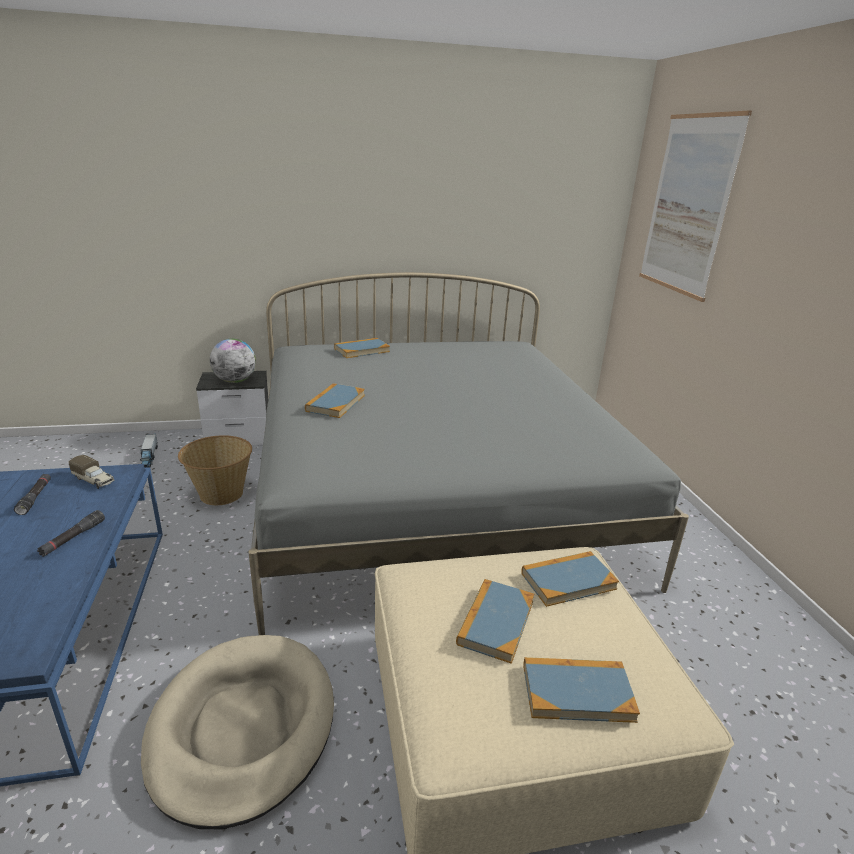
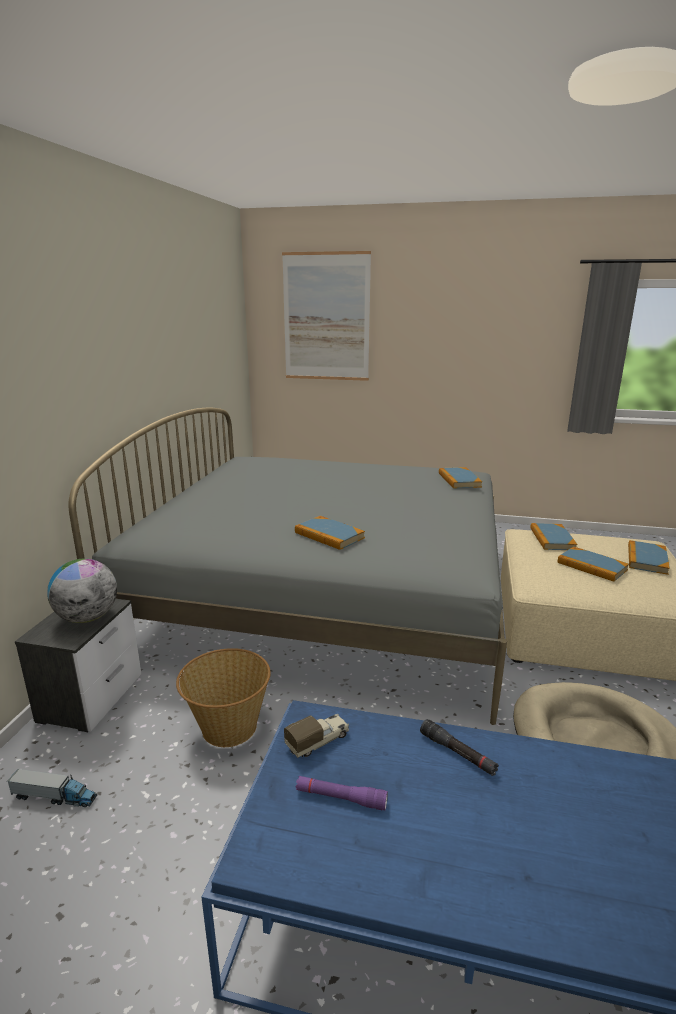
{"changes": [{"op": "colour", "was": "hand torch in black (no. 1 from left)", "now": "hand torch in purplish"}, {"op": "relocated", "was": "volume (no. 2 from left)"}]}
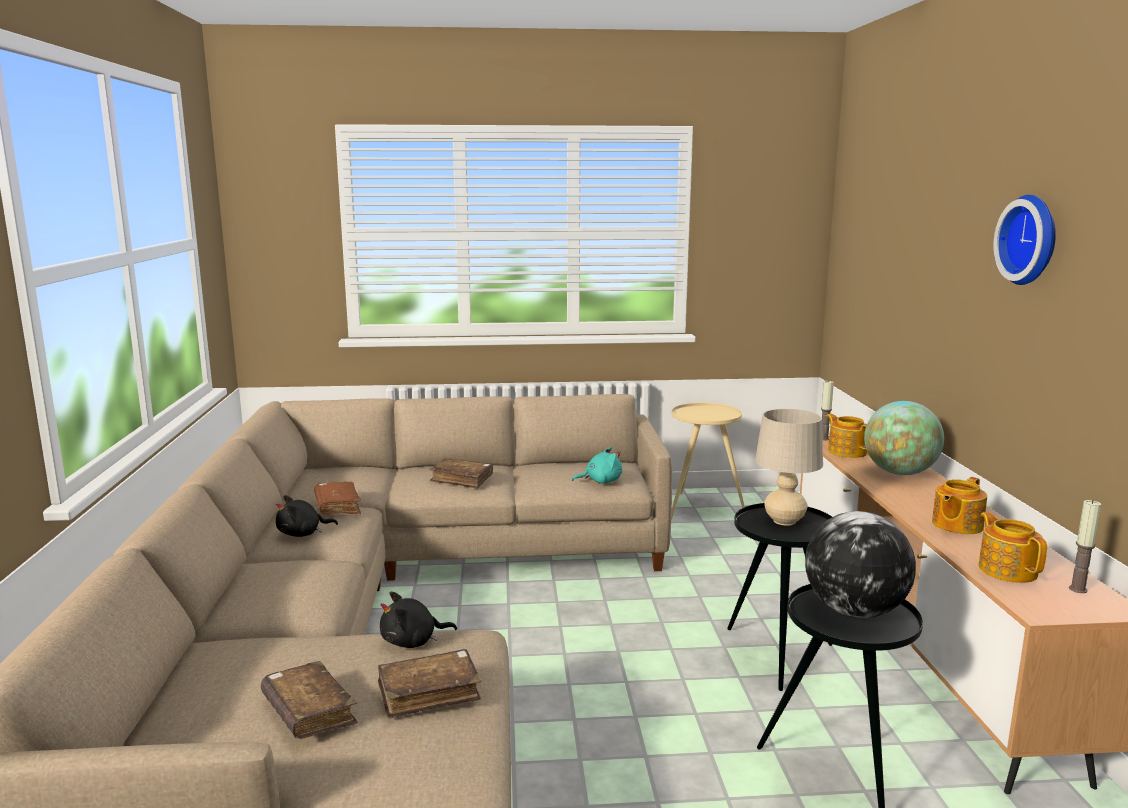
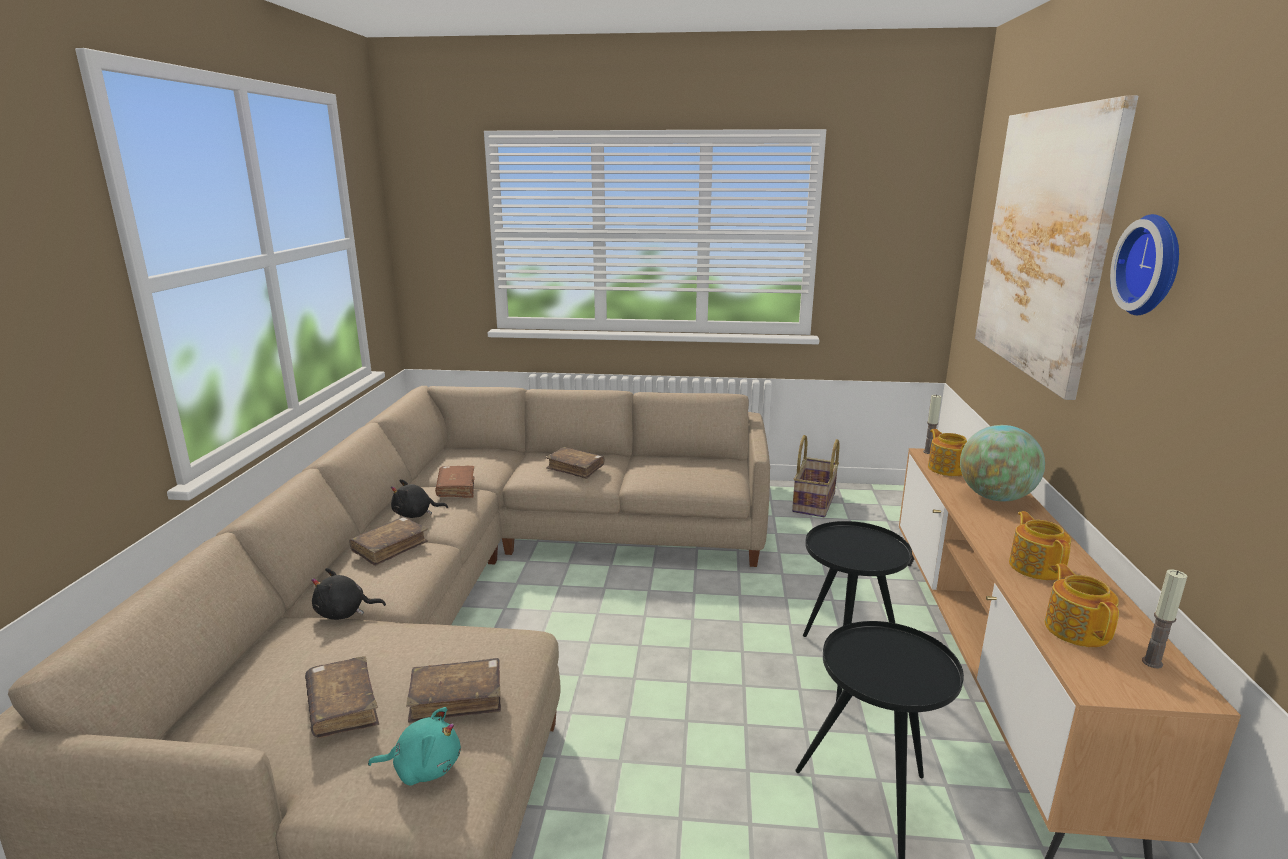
{"changes": [{"op": "relocated", "was": "plush toy in black (no. 2 from left in the first image)", "now": "plush toy in black (no. 1 from left)"}, {"op": "relocated", "was": "plush toy in turquoise-coloured"}, {"op": "exchanged", "was": "end table in beige", "now": "household basket"}, {"op": "missing", "was": "tabletop lamp in beige"}, {"op": "missing", "was": "desk globe (no. 1 from left)"}, {"op": "spun", "was": "teapot (no. 2 from left)", "clockwise": 120}, {"op": "appeared", "now": "volume in brown (no. 2 from left)"}, {"op": "appeared", "now": "wall art"}]}
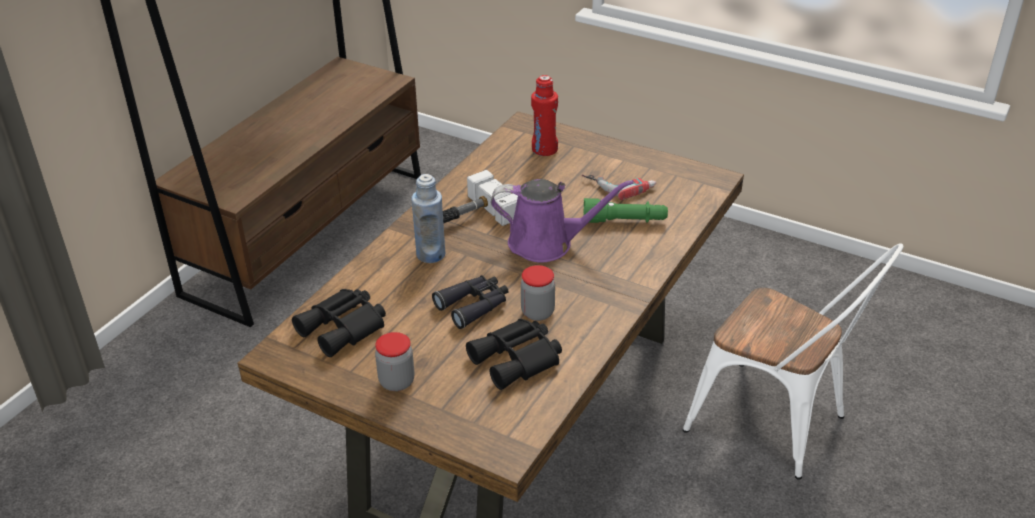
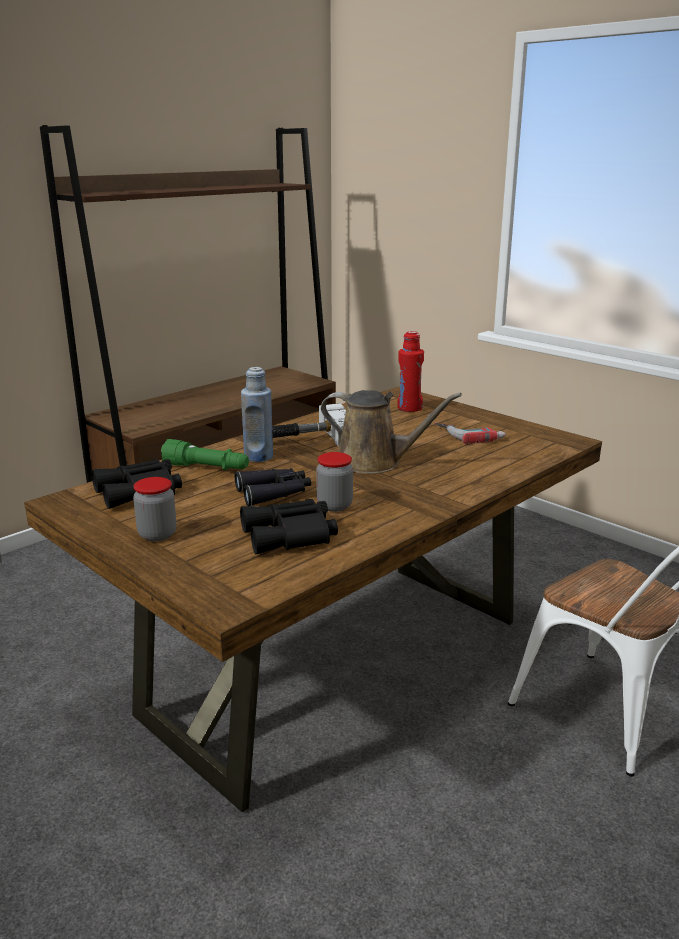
{"changes": [{"op": "colour", "was": "watering pot in purplish", "now": "watering pot in brown"}, {"op": "relocated", "was": "hand torch in green-coloured"}]}
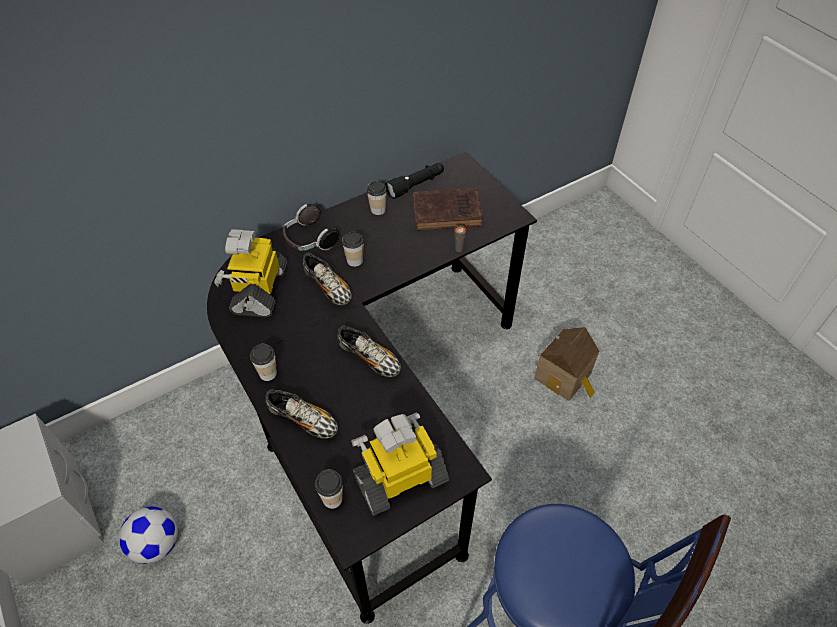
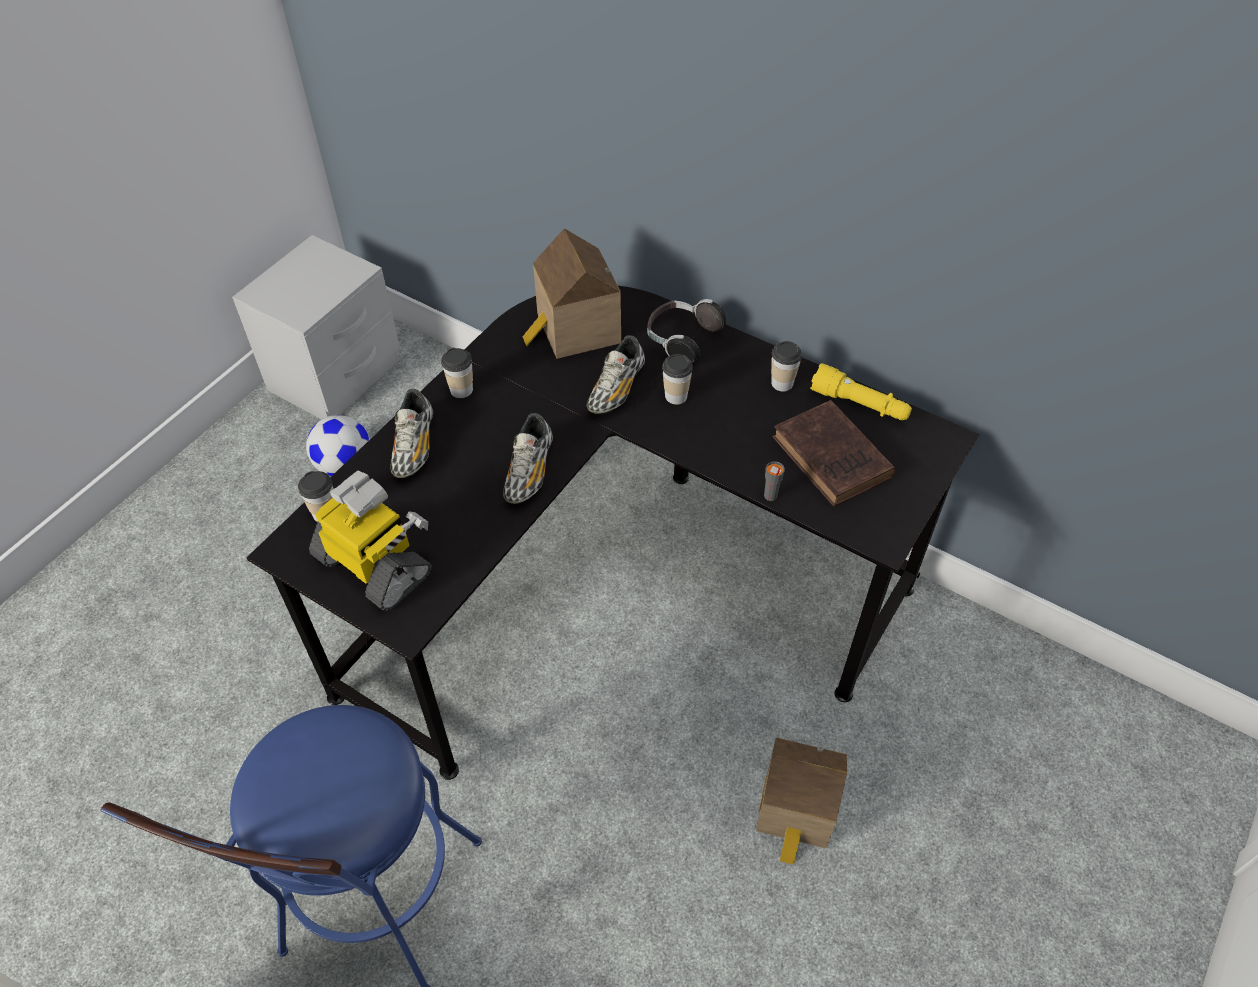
{"changes": [{"op": "exchanged", "was": "model robot (no. 1 from left)", "now": "model house (no. 1 from left)"}, {"op": "colour", "was": "hand torch in black", "now": "hand torch in yellowish"}]}
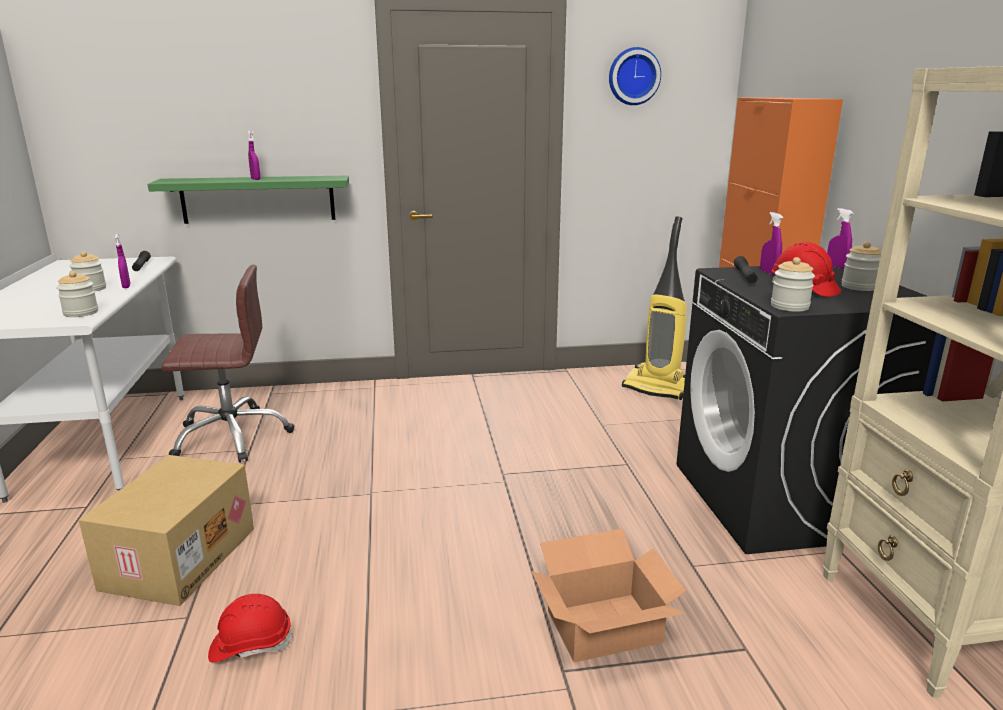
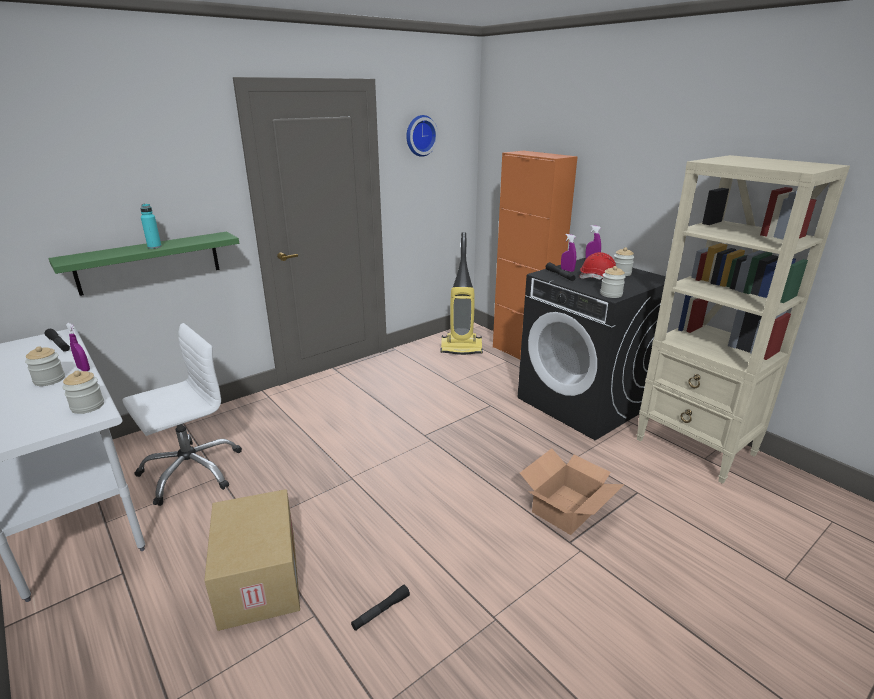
{"changes": [{"op": "colour", "was": "office chair in brown", "now": "office chair in white"}, {"op": "exchanged", "was": "work helmet in red-coloured (no. 1 from left)", "now": "hand torch in black (no. 2 from left)"}, {"op": "exchanged", "was": "spray bottle in purplish (no. 2 from left)", "now": "drink bottle in turquoise-coloured"}]}
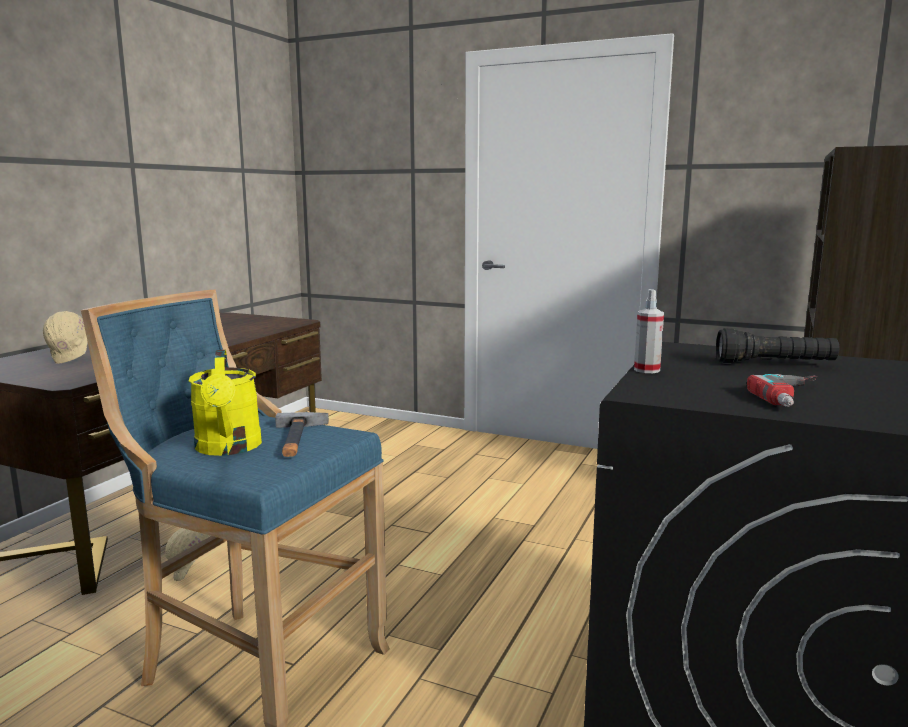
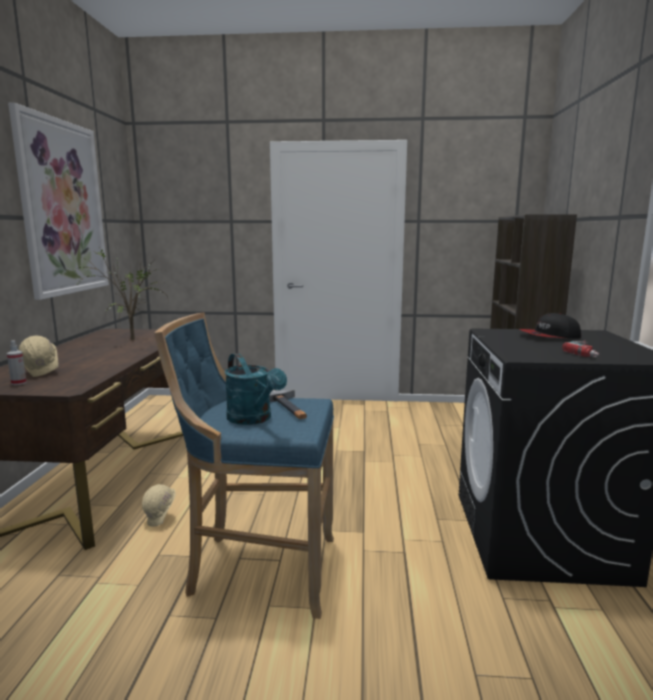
{"changes": [{"op": "colour", "was": "watering pot in yellowish", "now": "watering pot in turquoise-coloured"}, {"op": "relocated", "was": "spray bottle"}, {"op": "exchanged", "was": "hand torch in black", "now": "cap"}, {"op": "appeared", "now": "wall art"}, {"op": "appeared", "now": "houseplant"}]}
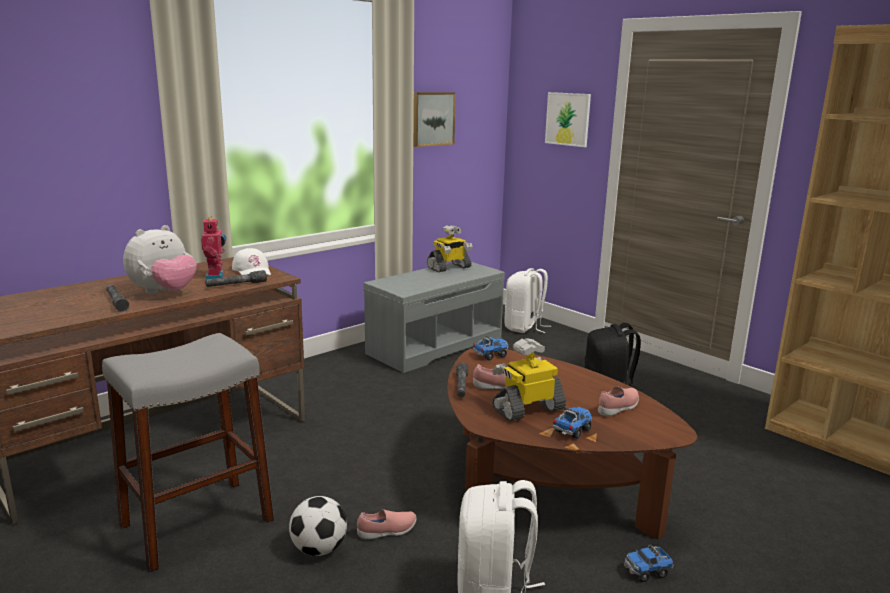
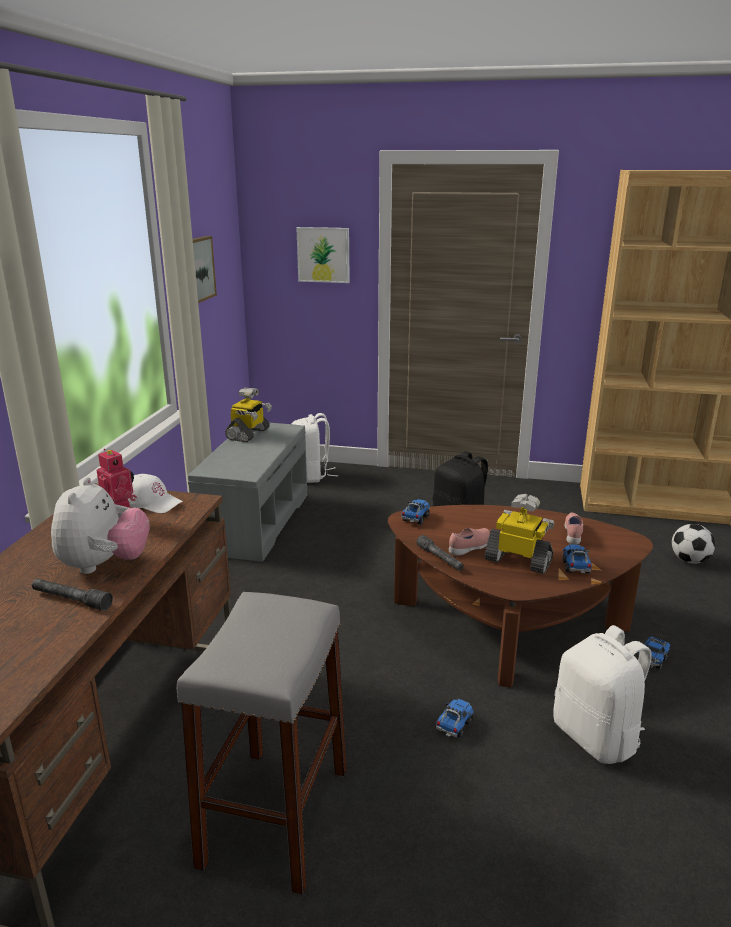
{"changes": [{"op": "missing", "was": "hand torch in greyish (no. 2 from left)"}, {"op": "relocated", "was": "football"}, {"op": "exchanged", "was": "item of footwear in pink-coloured (no. 1 from left)", "now": "toy truck (no. 2 from left)"}, {"op": "spun", "was": "model robot (no. 3 from left)", "clockwise": 90}]}
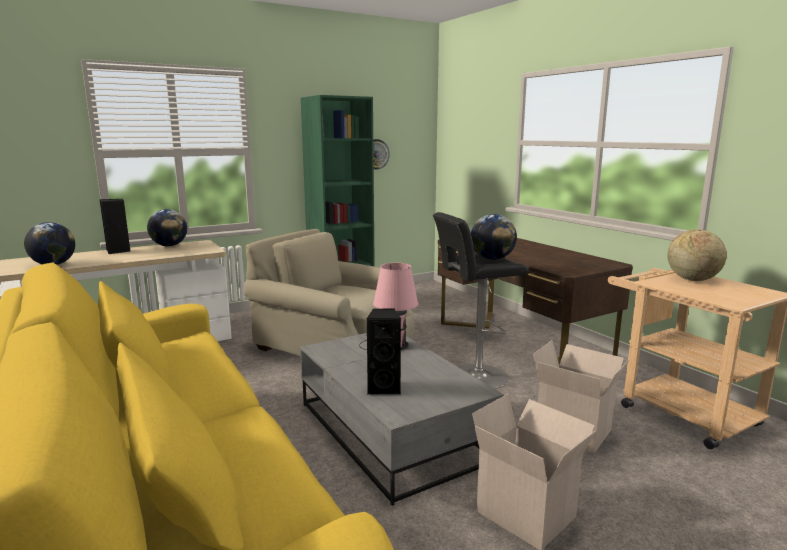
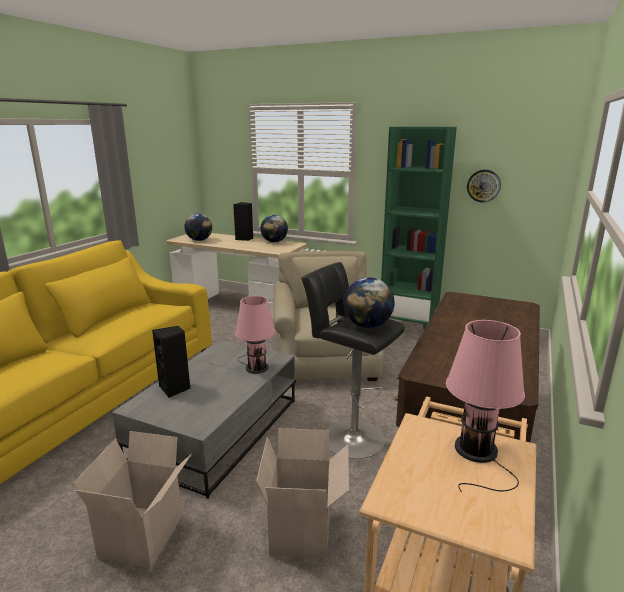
{"changes": [{"op": "exchanged", "was": "desk globe (no. 4 from left)", "now": "tabletop lamp in pink-coloured (no. 2 from left)"}]}
